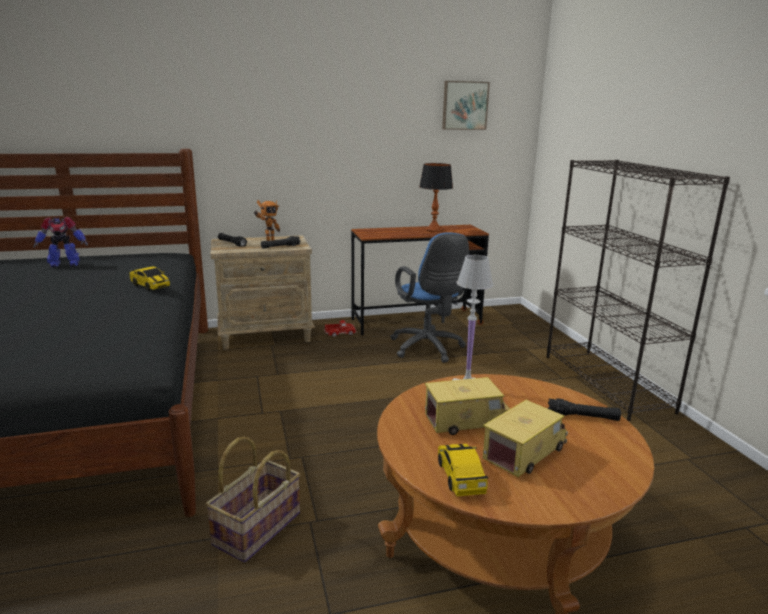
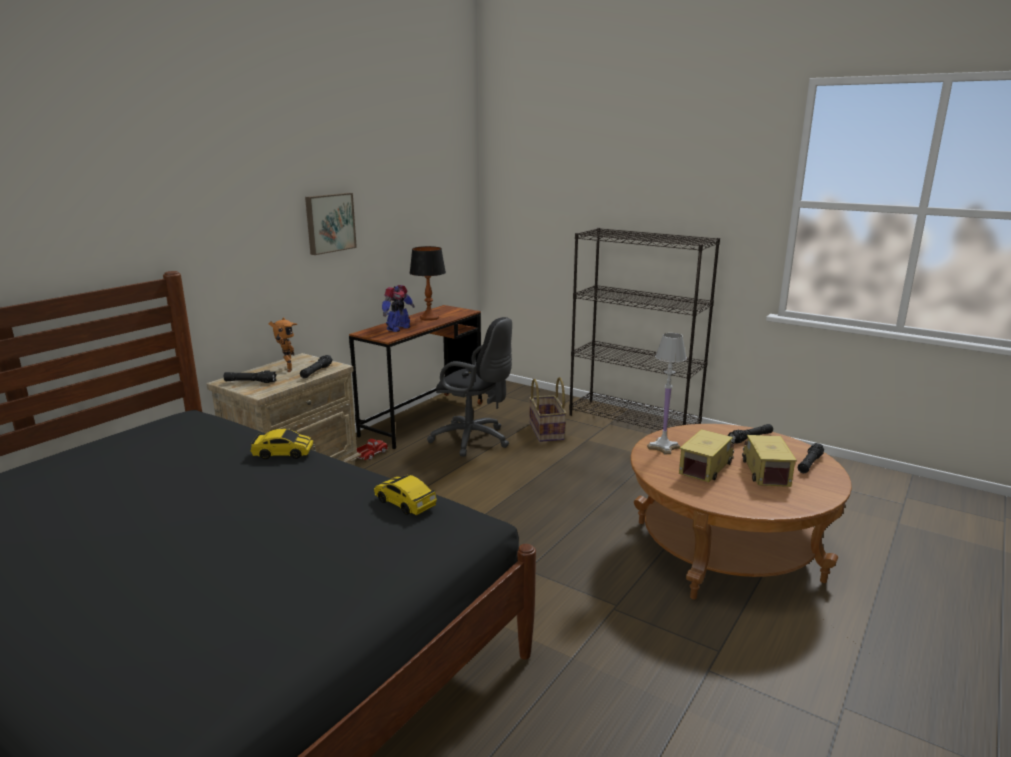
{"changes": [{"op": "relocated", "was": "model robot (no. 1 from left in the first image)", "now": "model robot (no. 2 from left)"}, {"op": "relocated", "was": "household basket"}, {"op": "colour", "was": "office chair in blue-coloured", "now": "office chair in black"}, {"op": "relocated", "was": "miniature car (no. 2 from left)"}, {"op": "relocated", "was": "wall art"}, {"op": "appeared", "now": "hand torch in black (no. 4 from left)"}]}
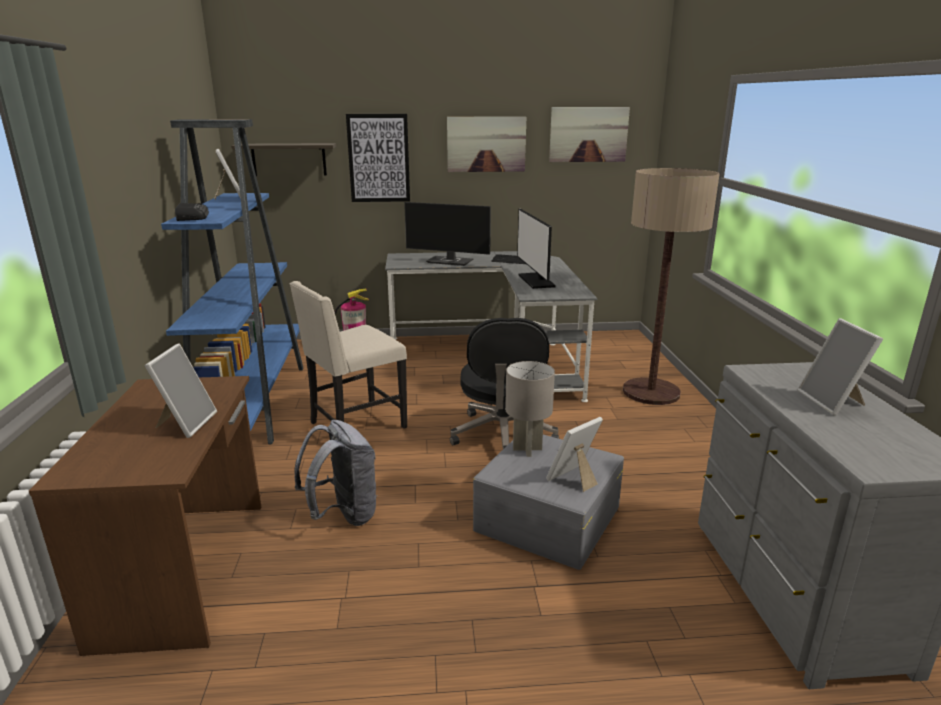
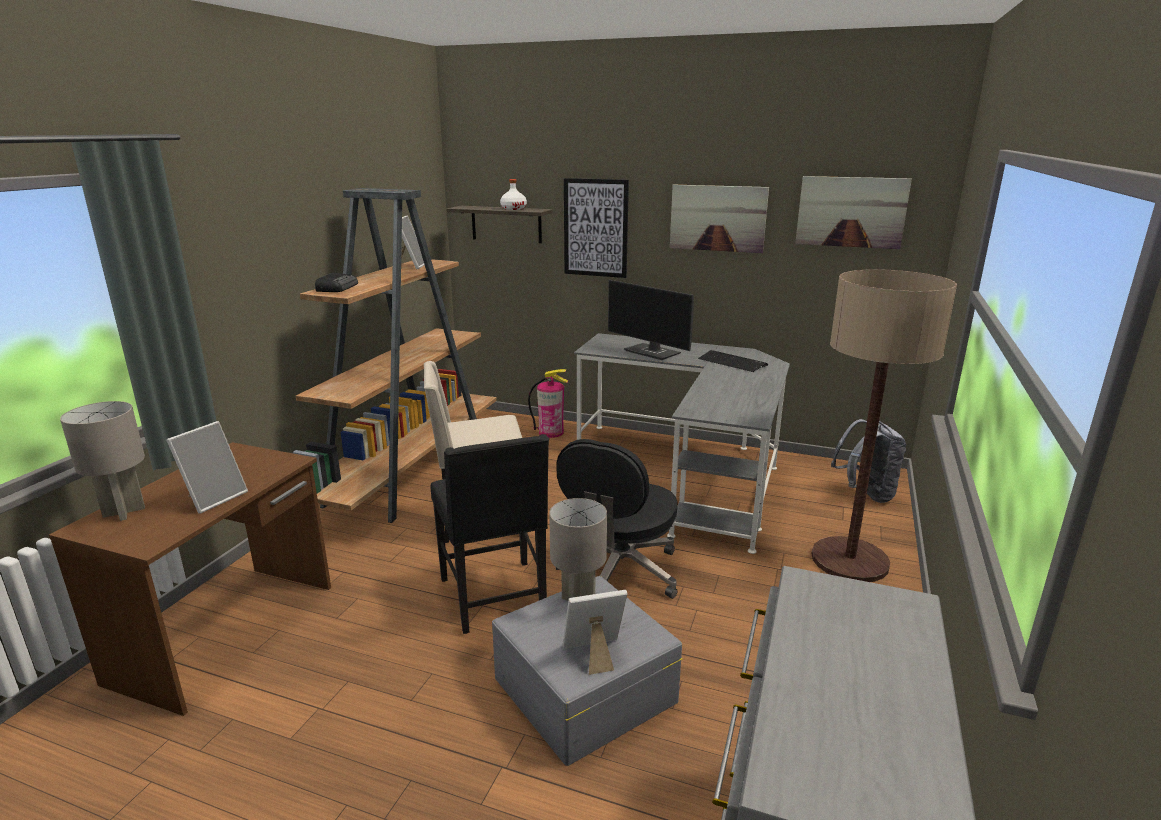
{"changes": [{"op": "colour", "was": "bookshelf in blue-coloured", "now": "bookshelf in brown"}, {"op": "relocated", "was": "backpack in greyish"}, {"op": "missing", "was": "computer screen (no. 2 from left)"}, {"op": "missing", "was": "picture frame (no. 4 from left)"}, {"op": "appeared", "now": "tabletop lamp in greyish (no. 1 from left)"}, {"op": "appeared", "now": "plain chair in black"}, {"op": "appeared", "now": "drink bottle in white"}]}
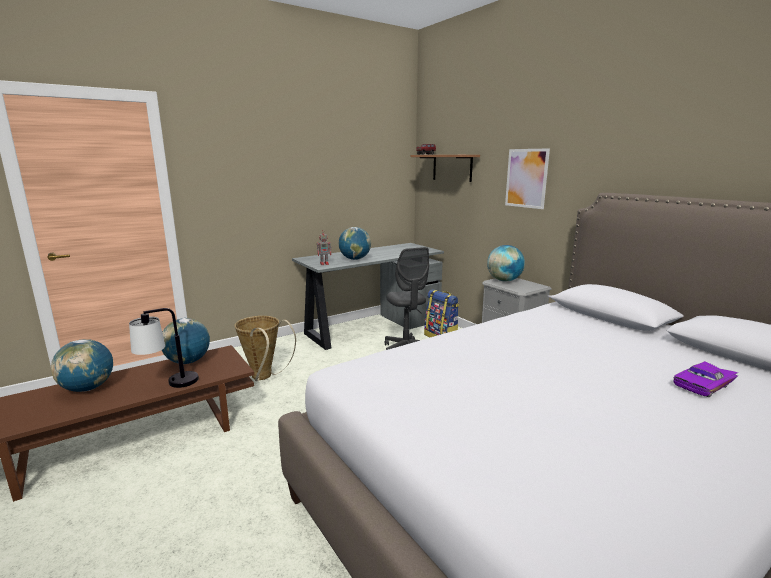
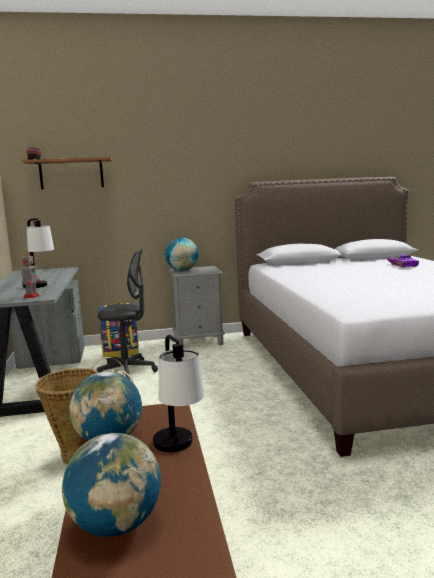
{"changes": [{"op": "exchanged", "was": "desk globe (no. 3 from left)", "now": "tabletop lamp (no. 1 from left)"}, {"op": "missing", "was": "wall art"}]}
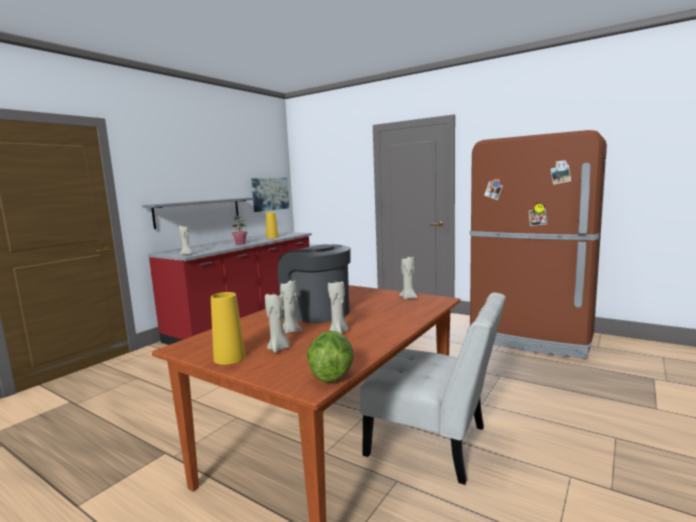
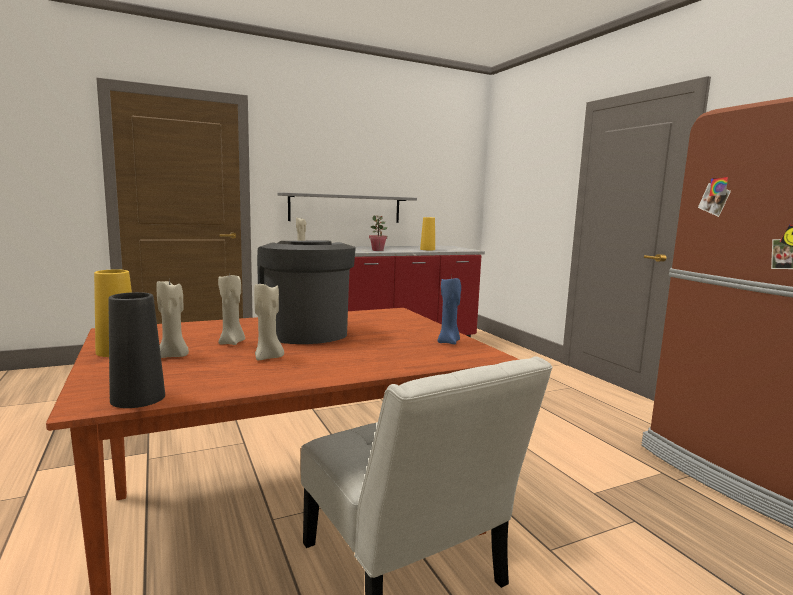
{"changes": [{"op": "missing", "was": "wall art"}, {"op": "exchanged", "was": "lettuce head", "now": "decorative vase in black"}, {"op": "colour", "was": "wax light in beige (no. 5 from left)", "now": "wax light in blue-coloured"}]}
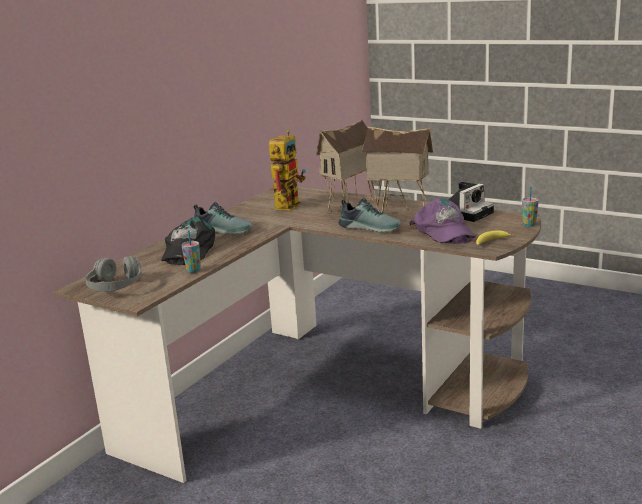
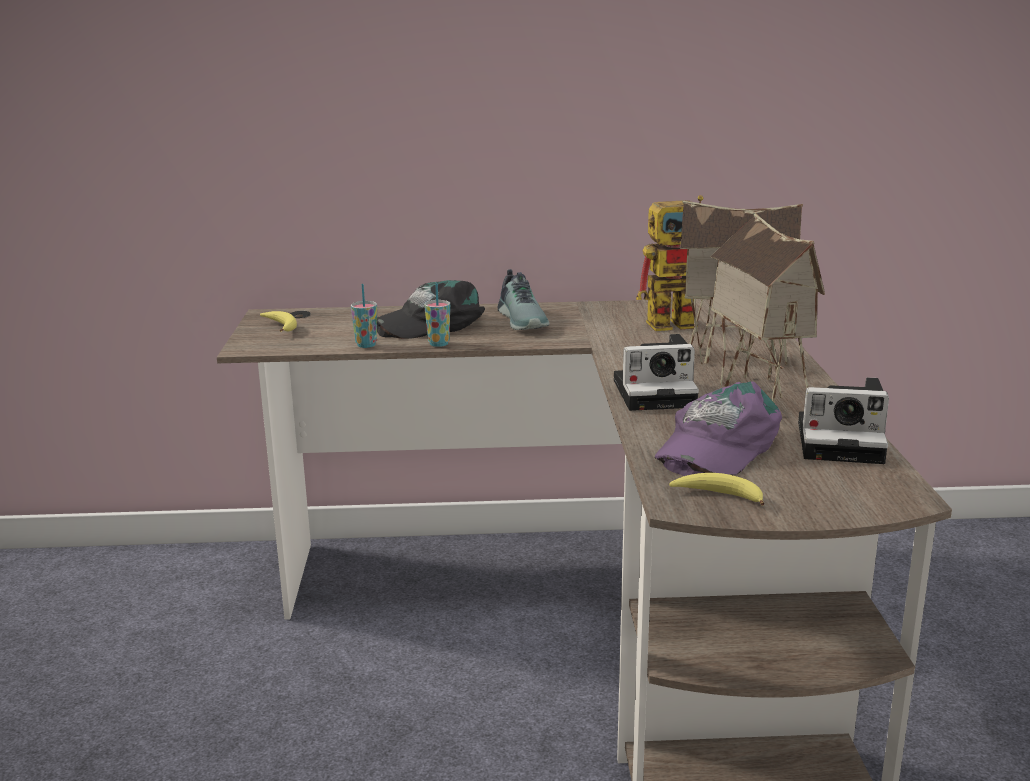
{"changes": [{"op": "exchanged", "was": "headphones in greyish", "now": "banana (no. 1 from left)"}, {"op": "exchanged", "was": "item of footwear (no. 2 from left)", "now": "still camera (no. 1 from left)"}, {"op": "relocated", "was": "small cup (no. 2 from left)"}]}
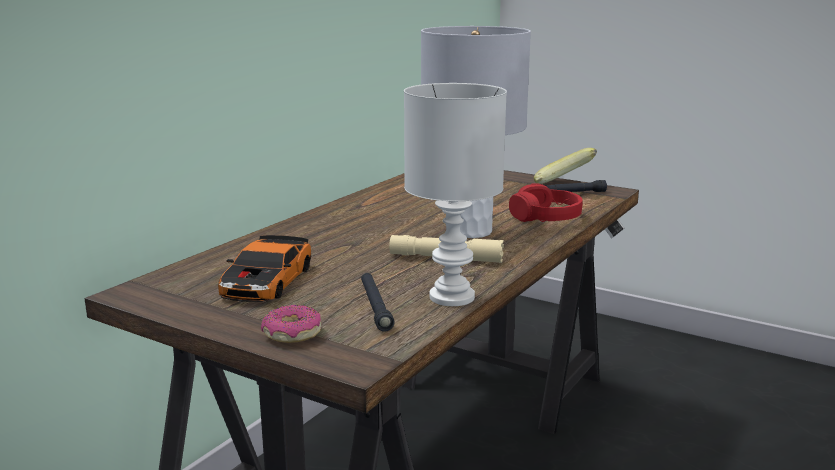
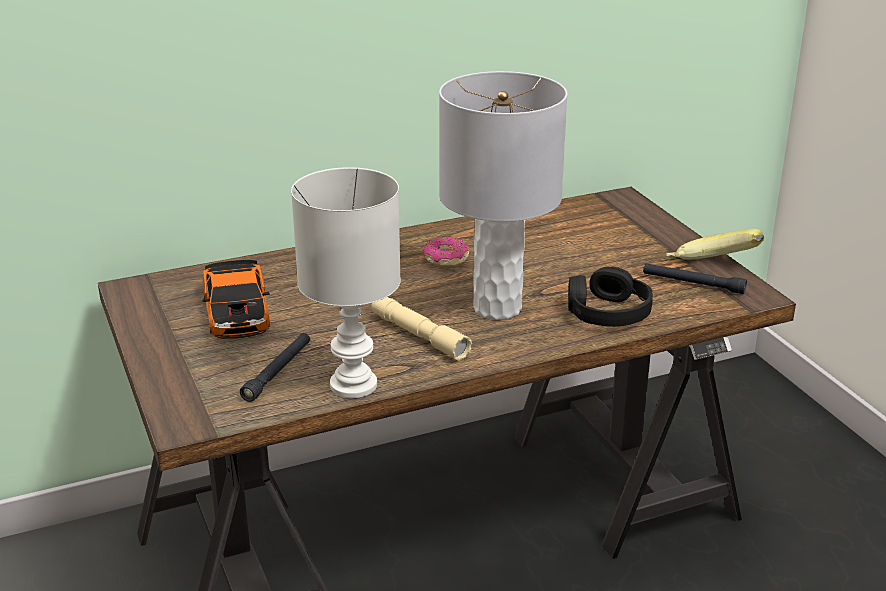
{"changes": [{"op": "spun", "was": "miniature car", "clockwise": -60}, {"op": "relocated", "was": "donut"}, {"op": "colour", "was": "headphones in red-coloured", "now": "headphones in black"}]}
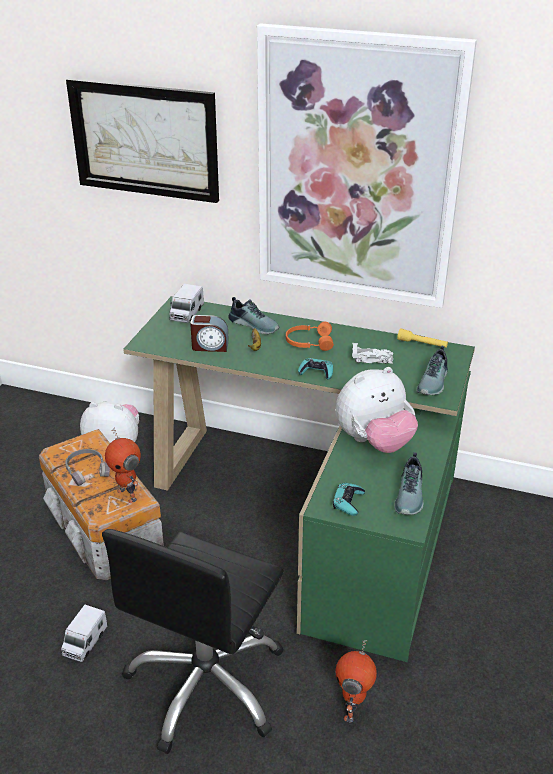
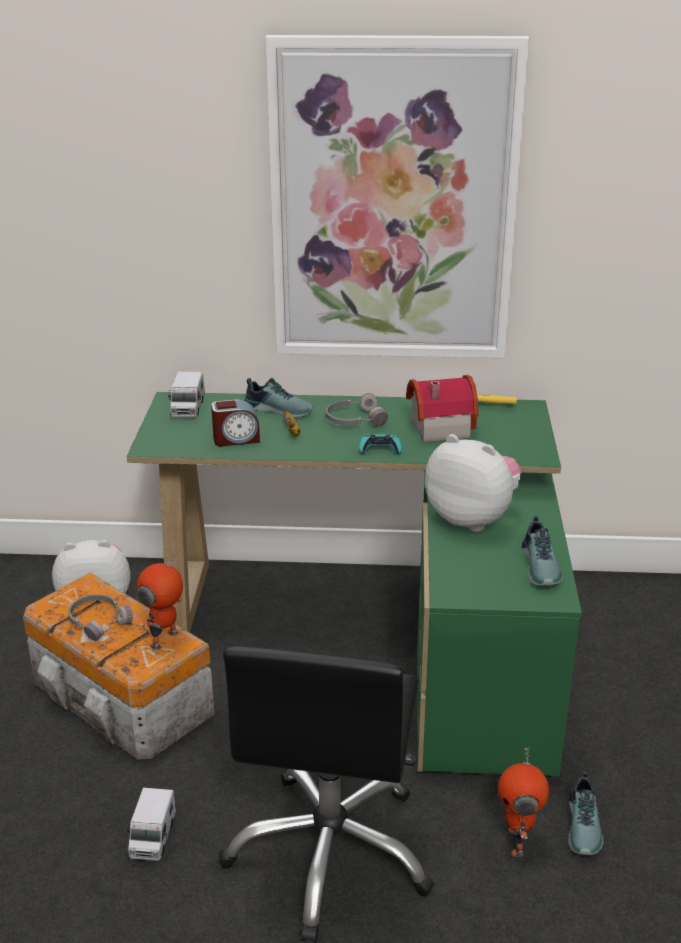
{"changes": [{"op": "missing", "was": "wall art (no. 1 from left)"}, {"op": "spun", "was": "model robot (no. 1 from left)", "clockwise": 90}, {"op": "colour", "was": "headphones in orangey", "now": "headphones in greyish (no. 2 from left)"}, {"op": "missing", "was": "joypad in turquoise-coloured (no. 2 from left)"}, {"op": "spun", "was": "plush toy (no. 2 from left)", "clockwise": -105}, {"op": "exchanged", "was": "miniature car in white", "now": "model house"}, {"op": "relocated", "was": "item of footwear (no. 3 from left)"}]}
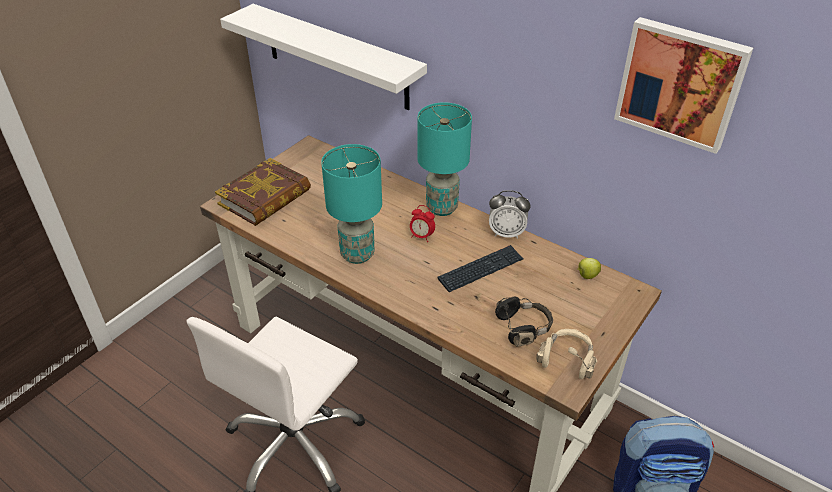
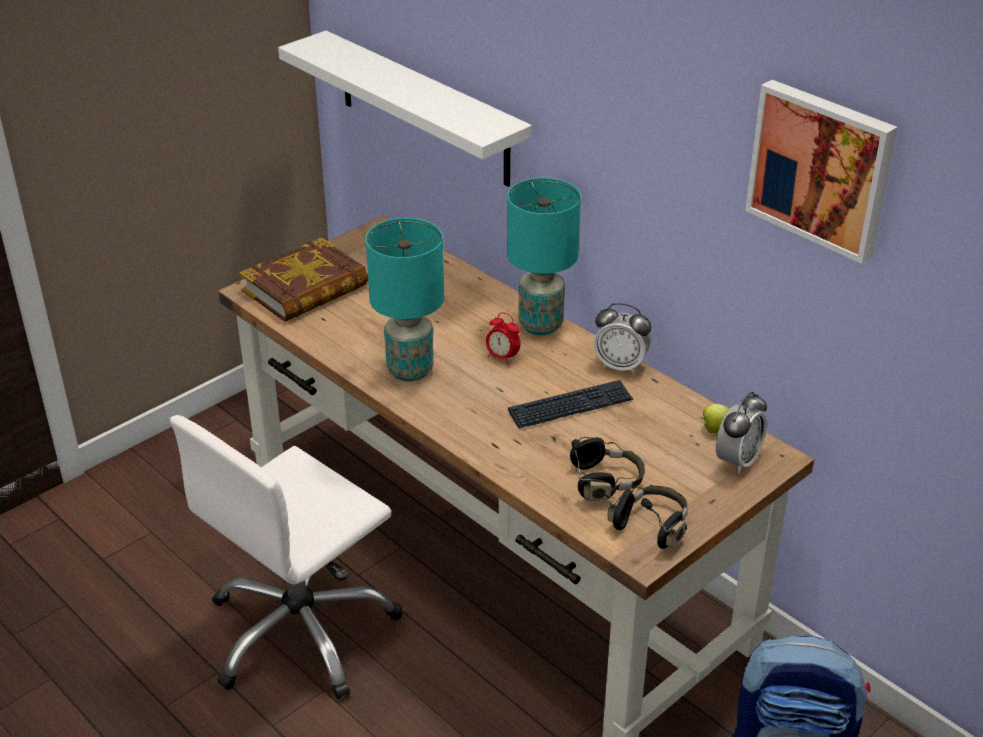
{"changes": [{"op": "colour", "was": "headphones in beige", "now": "headphones in black (no. 2 from left)"}, {"op": "appeared", "now": "bedside clock (no. 3 from left)"}]}
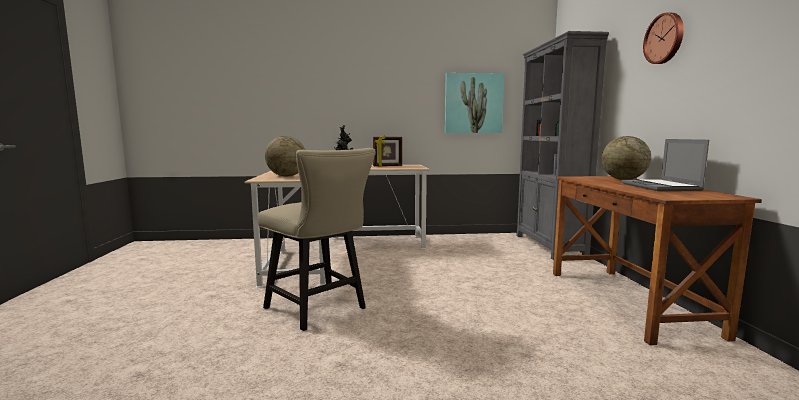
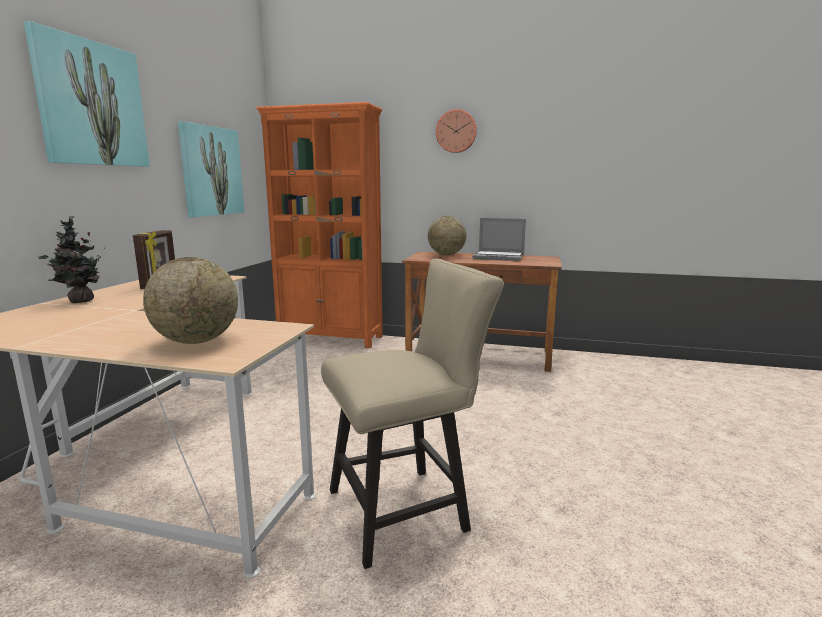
{"changes": [{"op": "colour", "was": "bookshelf in greyish", "now": "bookshelf in orangey"}, {"op": "appeared", "now": "wall art (no. 1 from left)"}]}
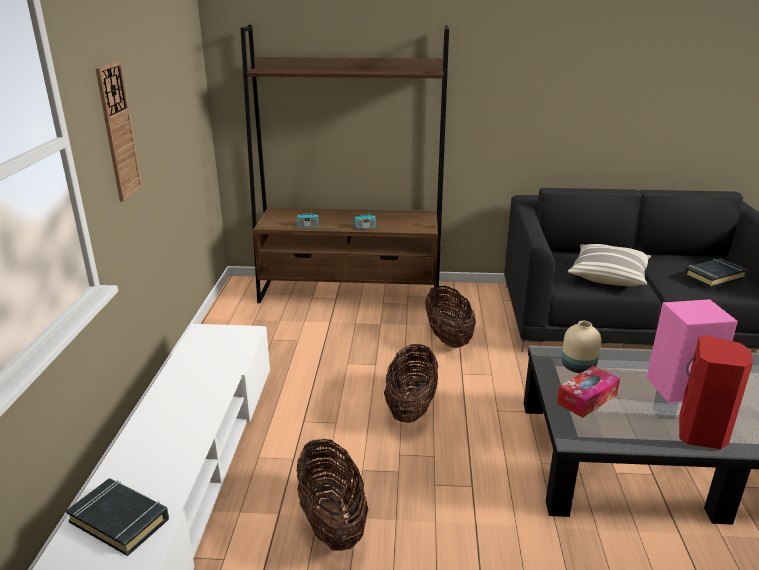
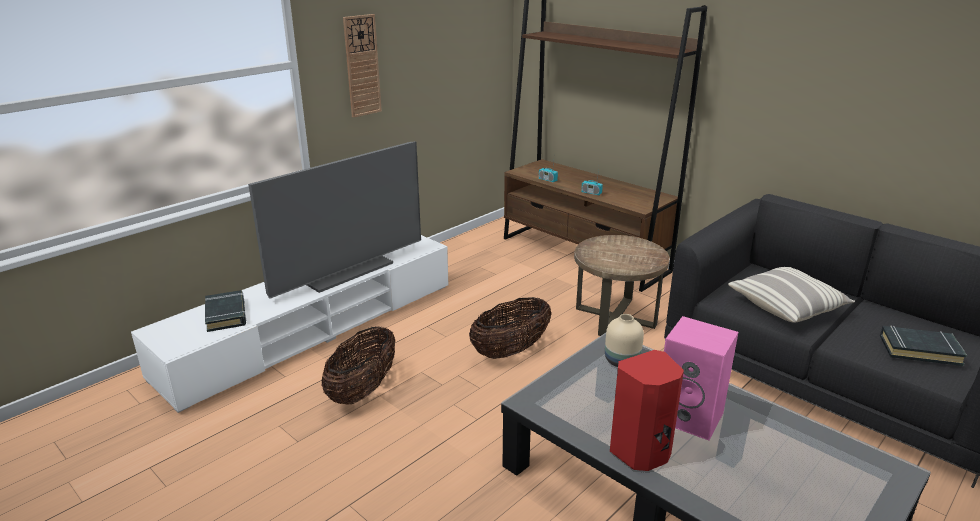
{"changes": [{"op": "exchanged", "was": "household basket (no. 3 from left)", "now": "end table in brown"}, {"op": "missing", "was": "tissue box"}, {"op": "appeared", "now": "TV"}]}
